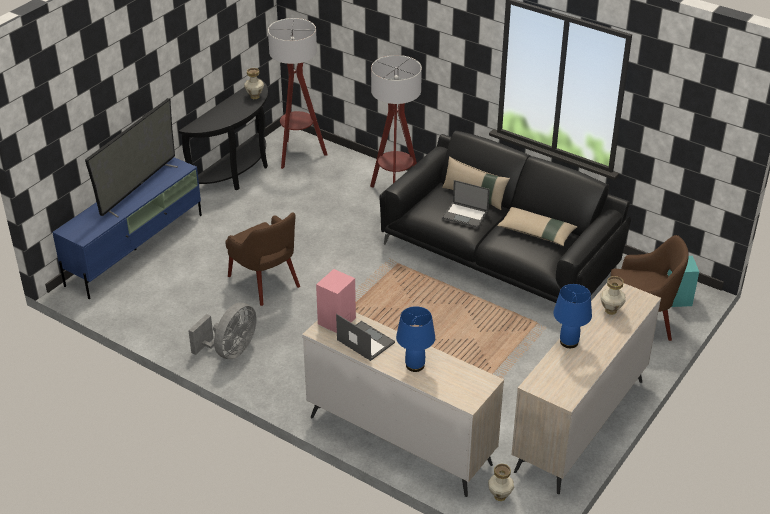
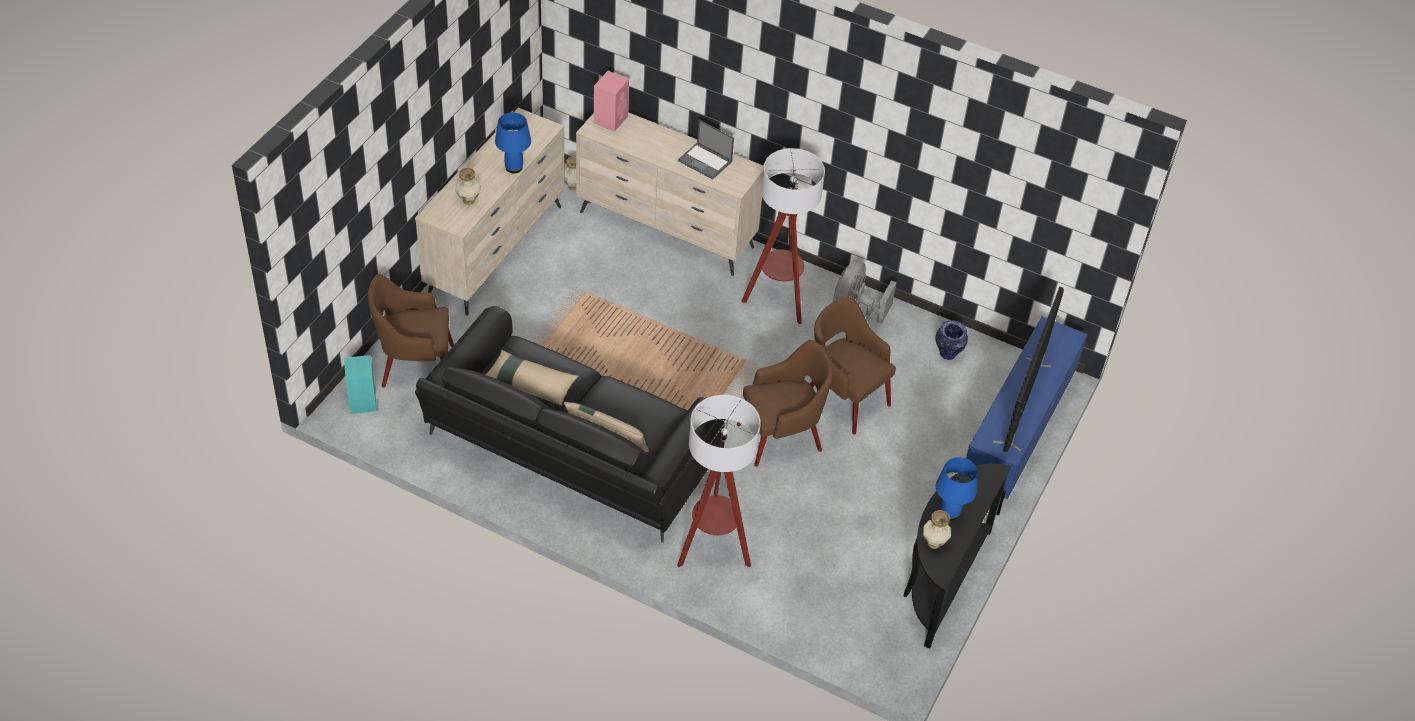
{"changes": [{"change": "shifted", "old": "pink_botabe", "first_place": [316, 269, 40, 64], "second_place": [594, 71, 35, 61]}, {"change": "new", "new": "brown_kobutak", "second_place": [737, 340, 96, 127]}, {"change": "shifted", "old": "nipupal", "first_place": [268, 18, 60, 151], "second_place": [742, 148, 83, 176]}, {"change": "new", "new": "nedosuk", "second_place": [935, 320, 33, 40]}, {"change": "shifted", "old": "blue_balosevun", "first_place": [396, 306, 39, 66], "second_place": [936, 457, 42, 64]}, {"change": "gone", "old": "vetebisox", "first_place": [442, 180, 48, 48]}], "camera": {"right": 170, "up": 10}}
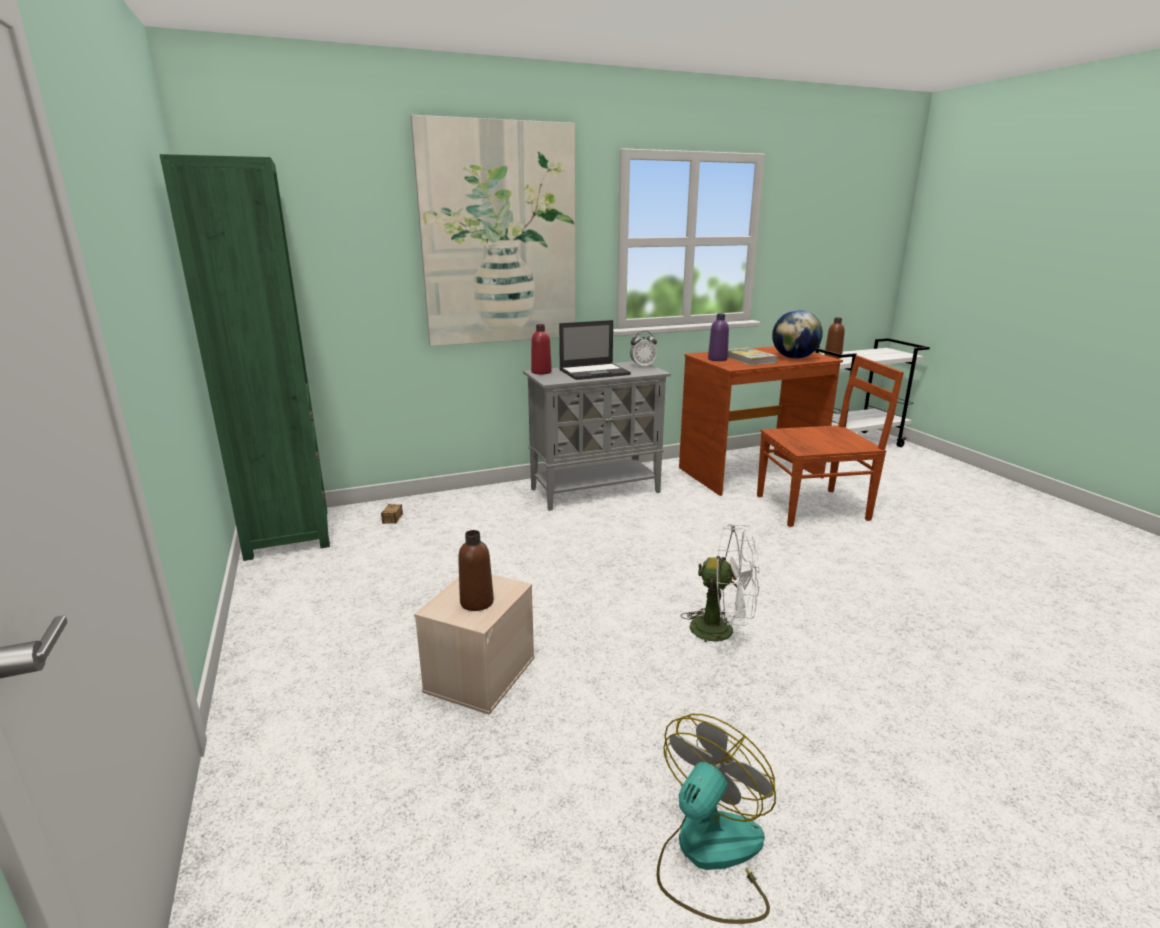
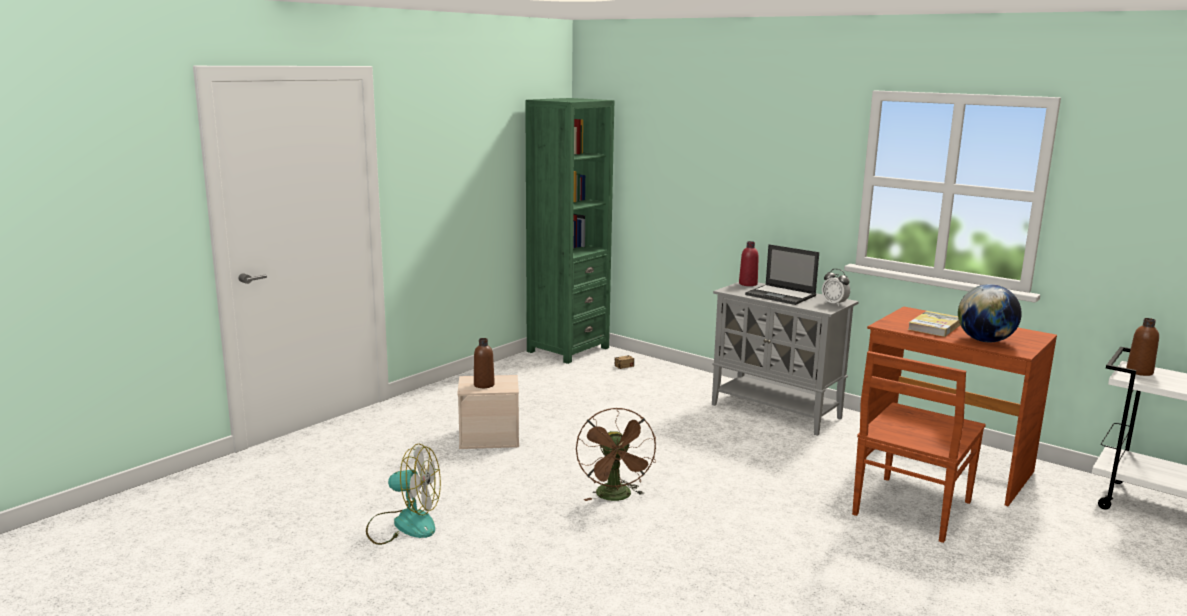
{"changes": [{"change": "repainted", "old": "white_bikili", "new": "brown_bikili", "first_place": [680, 524, 79, 130], "second_place": [576, 408, 80, 93]}, {"change": "rotated", "old": "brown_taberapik", "first_place": [757, 356, 147, 171], "second_place": [852, 351, 134, 192], "degrees": 75}, {"change": "gone", "old": "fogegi", "first_place": [411, 115, 164, 231]}, {"change": "gone", "old": "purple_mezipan", "first_place": [708, 313, 21, 48]}], "camera": {"right": 60, "up": -5}}
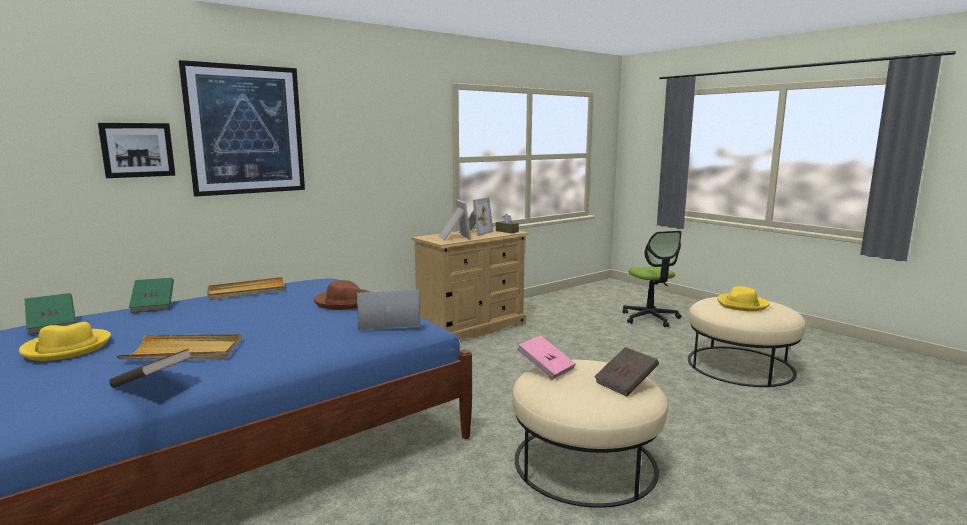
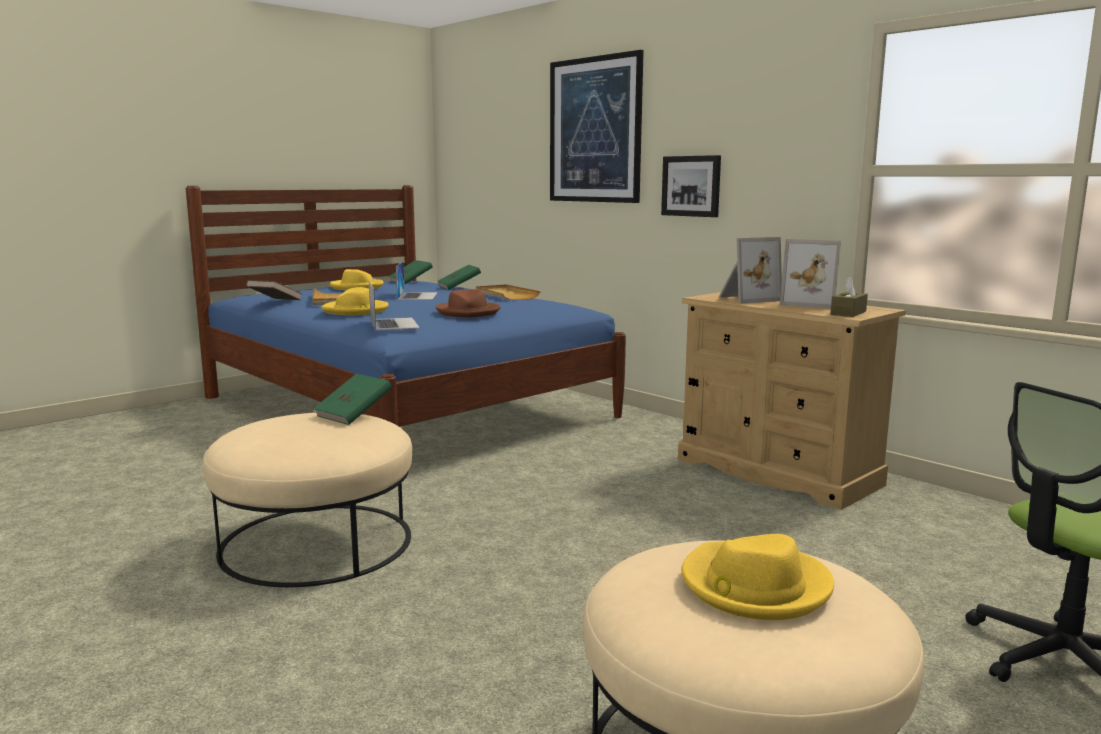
{"changes": [{"change": "repainted", "old": "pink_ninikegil", "new": "green_ninikegil", "first_place": [517, 335, 59, 45], "second_place": [313, 373, 79, 52]}, {"change": "new", "new": "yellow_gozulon", "second_place": [321, 287, 68, 28]}, {"change": "new", "new": "vetebisox", "second_place": [396, 262, 42, 38]}, {"change": "shifted", "old": "fogegi", "first_place": [98, 123, 77, 55], "second_place": [661, 155, 60, 62]}, {"change": "gone", "old": "brown_ninikegil", "first_place": [594, 347, 65, 50]}], "camera": {"right": 85, "up": 0}}
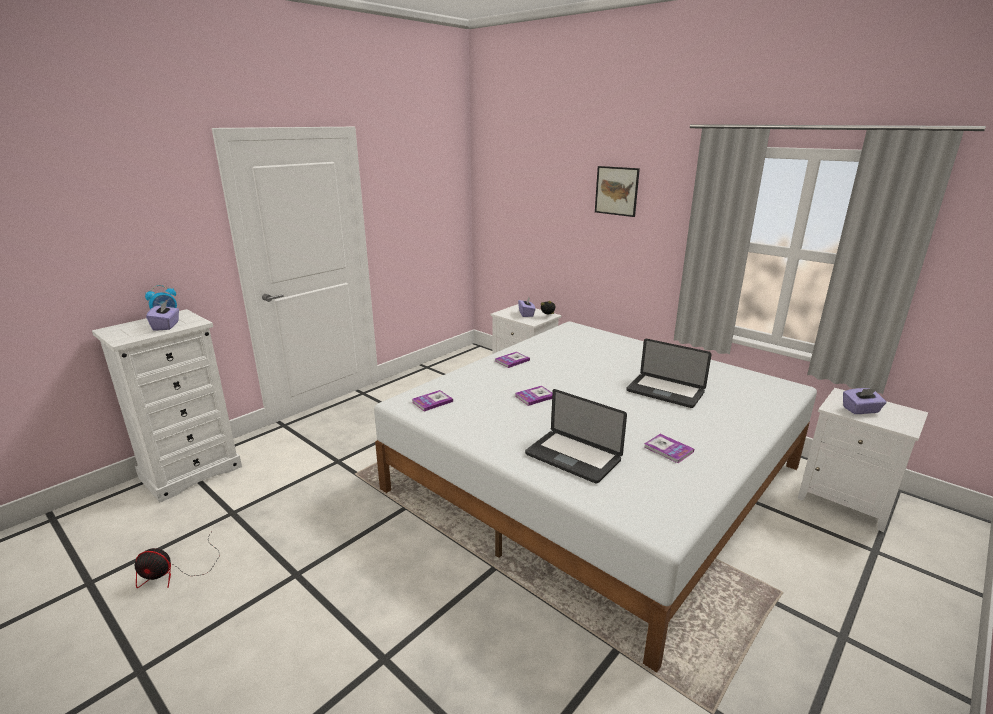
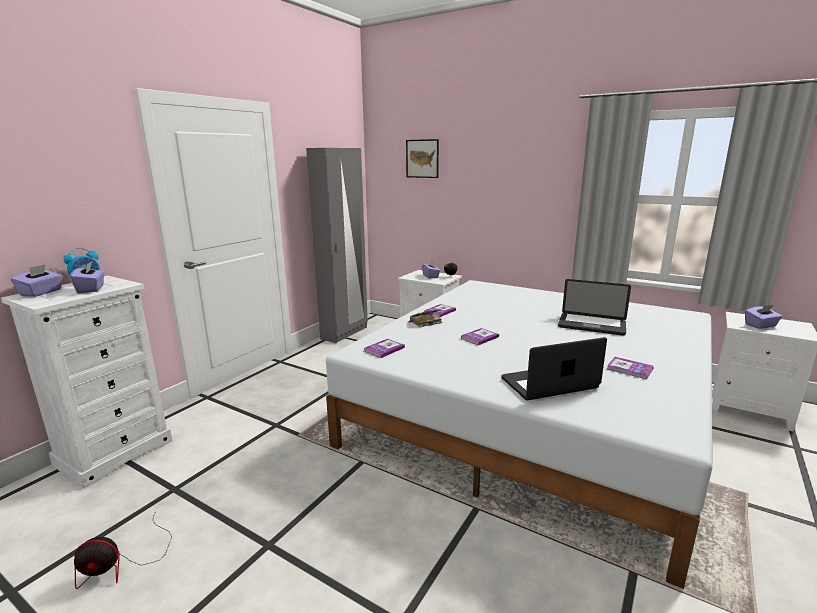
{"changes": [{"change": "new", "new": "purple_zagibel", "second_place": [11, 264, 52, 33]}, {"change": "new", "new": "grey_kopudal", "second_place": [306, 148, 62, 195]}, {"change": "shifted", "old": "fogegi", "first_place": [595, 166, 45, 51], "second_place": [406, 139, 33, 39]}, {"change": "new", "new": "ninikegil", "second_place": [407, 309, 35, 18]}, {"change": "rotated", "old": "vetebisox", "first_place": [525, 389, 102, 95], "second_place": [502, 337, 105, 63], "degrees": 135}], "camera": {"right": -10, "up": -5}}
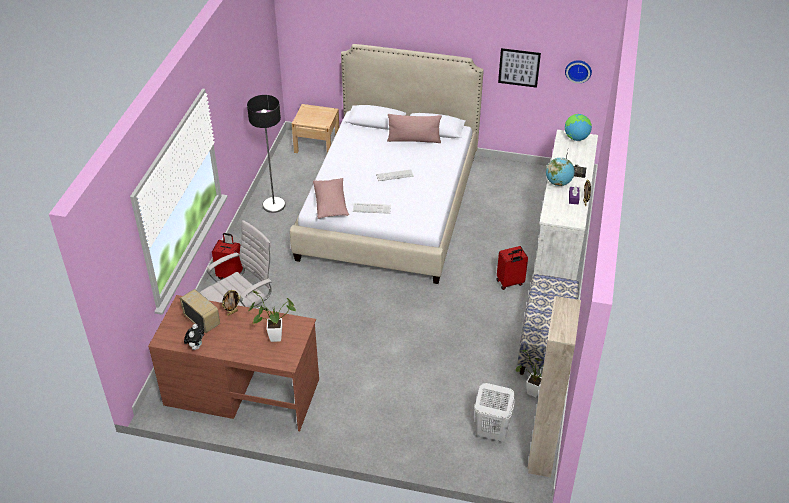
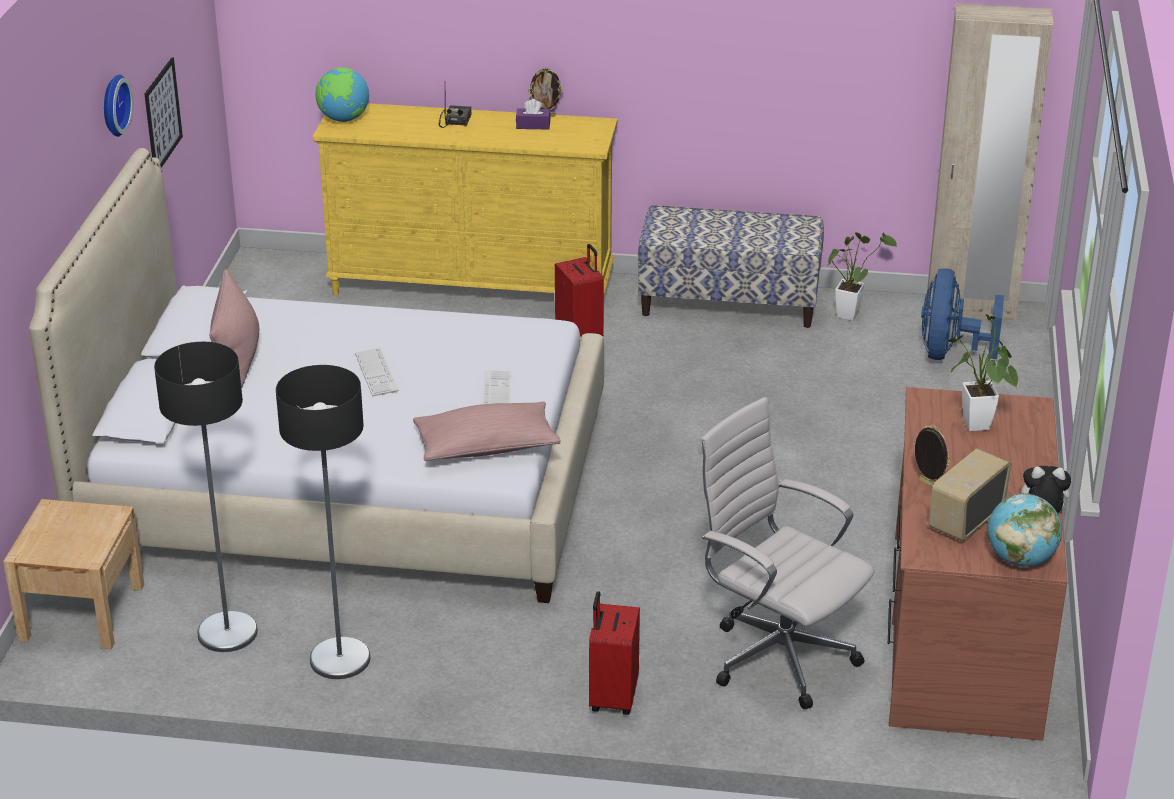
{"changes": [{"change": "shifted", "old": "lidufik", "first_place": [565, 60, 27, 23], "second_place": [104, 75, 29, 62]}, {"change": "new", "new": "nipupal", "second_place": [154, 342, 104, 310]}, {"change": "repainted", "old": "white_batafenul", "new": "yellow_batafenul", "first_place": [533, 130, 65, 150], "second_place": [313, 103, 305, 192]}, {"change": "swapped", "old": "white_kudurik", "new": "blue_bikili", "first_place": [474, 383, 41, 59], "second_place": [921, 268, 83, 92]}, {"change": "shifted", "old": "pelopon", "first_place": [546, 158, 29, 28], "second_place": [987, 493, 75, 74]}], "camera": {"right": -95, "up": -10}}
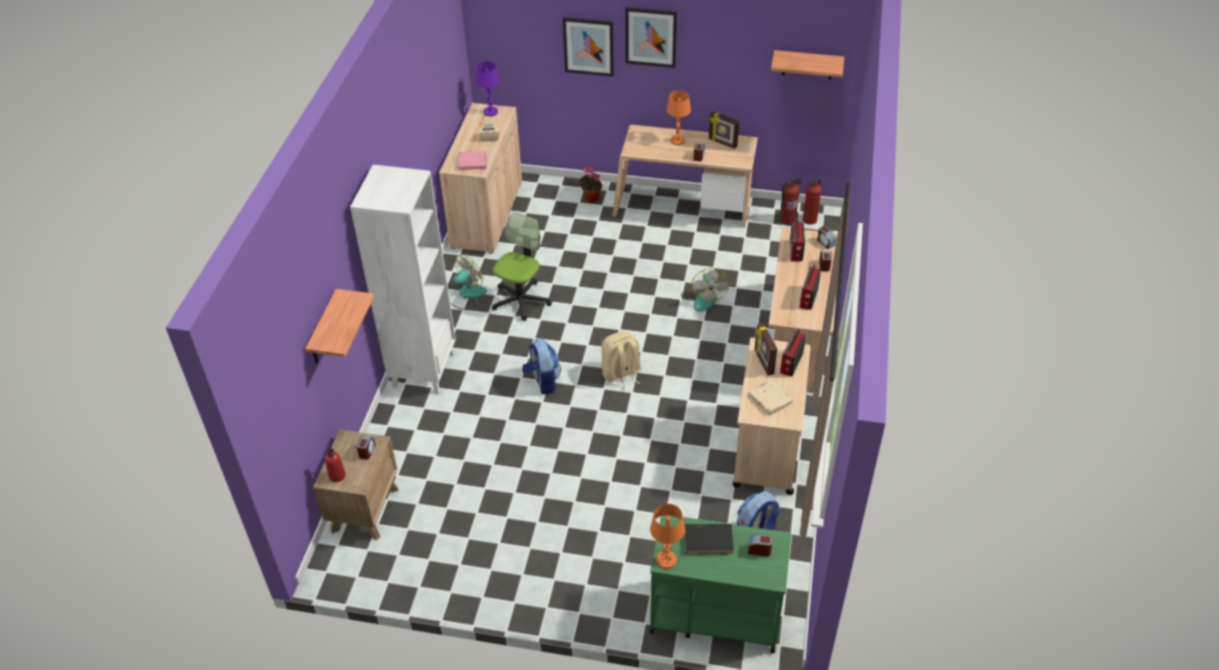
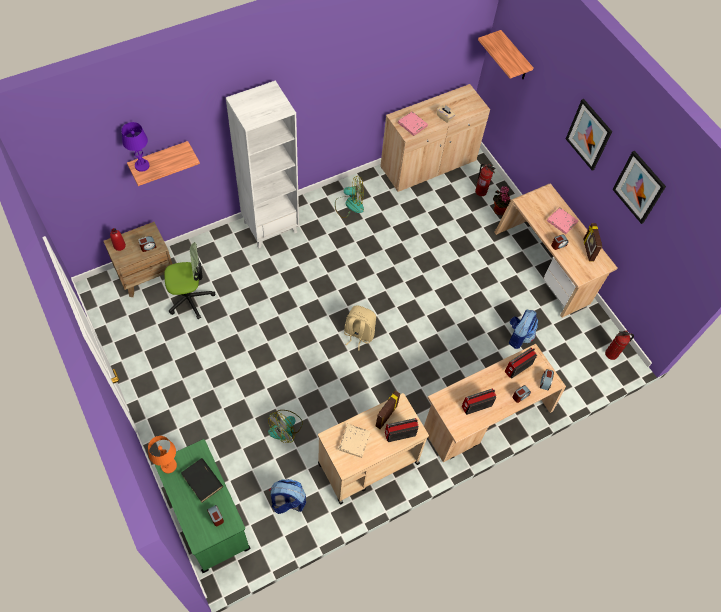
{"changes": [{"change": "shifted", "old": "purple_balosevun", "first_place": [476, 61, 24, 55], "second_place": [122, 122, 28, 50]}, {"change": "shifted", "old": "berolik", "first_place": [492, 212, 60, 109], "second_place": [164, 242, 51, 77]}, {"change": "shifted", "old": "bikili", "first_place": [681, 268, 48, 44], "second_place": [268, 410, 35, 33]}, {"change": "shifted", "old": "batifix", "first_place": [780, 177, 22, 48], "second_place": [475, 164, 21, 32]}, {"change": "shifted", "old": "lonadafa", "first_place": [771, 50, 73, 29], "second_place": [478, 30, 55, 49]}, {"change": "shifted", "old": "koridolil", "first_place": [522, 338, 39, 56], "second_place": [509, 310, 29, 39]}, {"change": "swapped", "old": "orange_balosevun", "new": "pink_ninikegil", "first_place": [667, 90, 24, 55], "second_place": [547, 207, 31, 27]}, {"change": "shifted", "old": "fogegi", "first_place": [563, 17, 51, 60], "second_place": [612, 151, 54, 73]}], "camera": {"right": 45, "up": 15}}
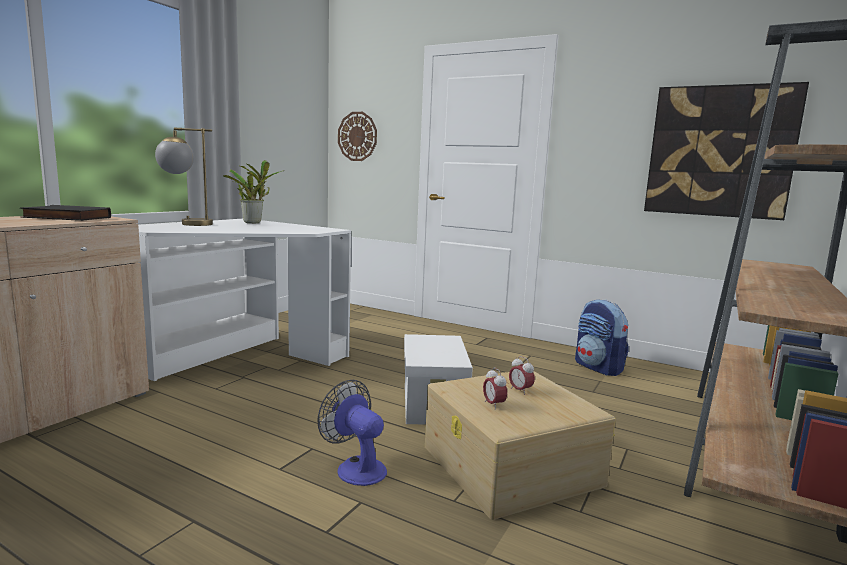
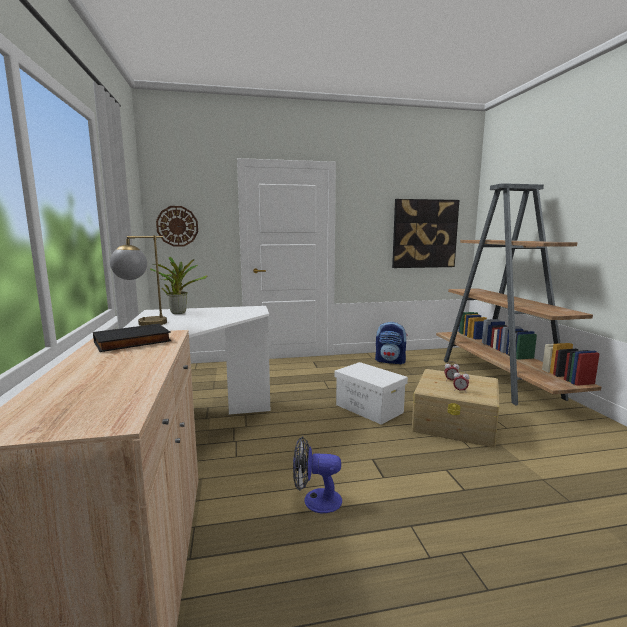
{"changes": [{"change": "shifted", "old": "bikili", "first_place": [318, 380, 69, 106], "second_place": [293, 437, 49, 76]}], "camera": {"right": -40, "up": 0}}
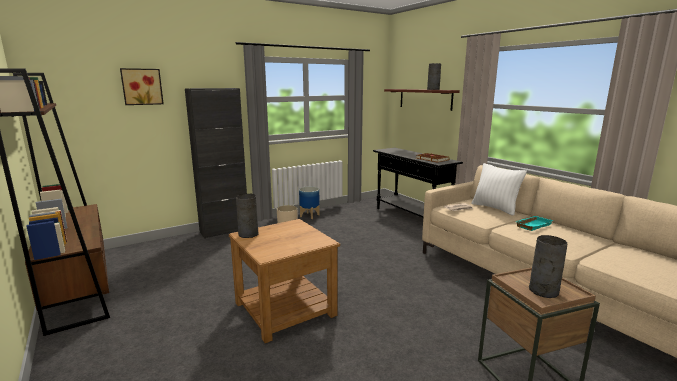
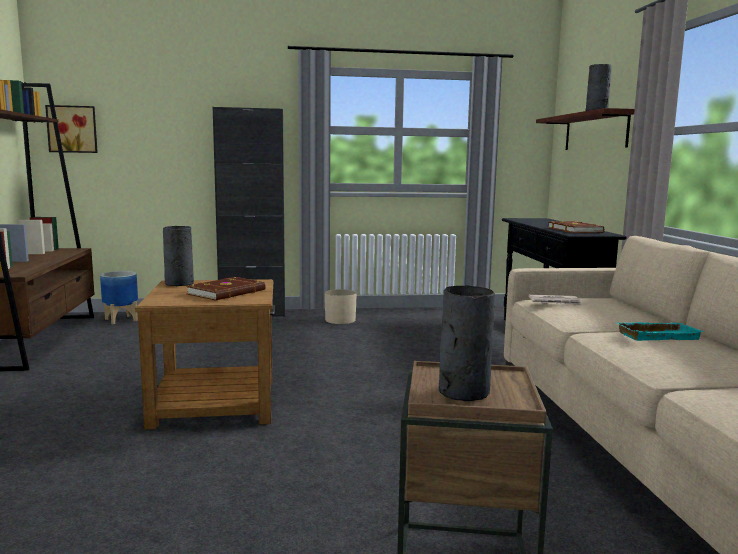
{"changes": [{"change": "shifted", "old": "fogegi", "first_place": [120, 68, 44, 37], "second_place": [45, 105, 53, 48]}, {"change": "shifted", "old": "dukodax", "first_place": [299, 187, 21, 32], "second_place": [100, 271, 38, 53]}, {"change": "new", "new": "brown_ninikegil", "second_place": [186, 277, 80, 24]}, {"change": "gone", "old": "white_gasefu", "first_place": [471, 163, 56, 53]}], "camera": {"right": 25, "up": -5}}
